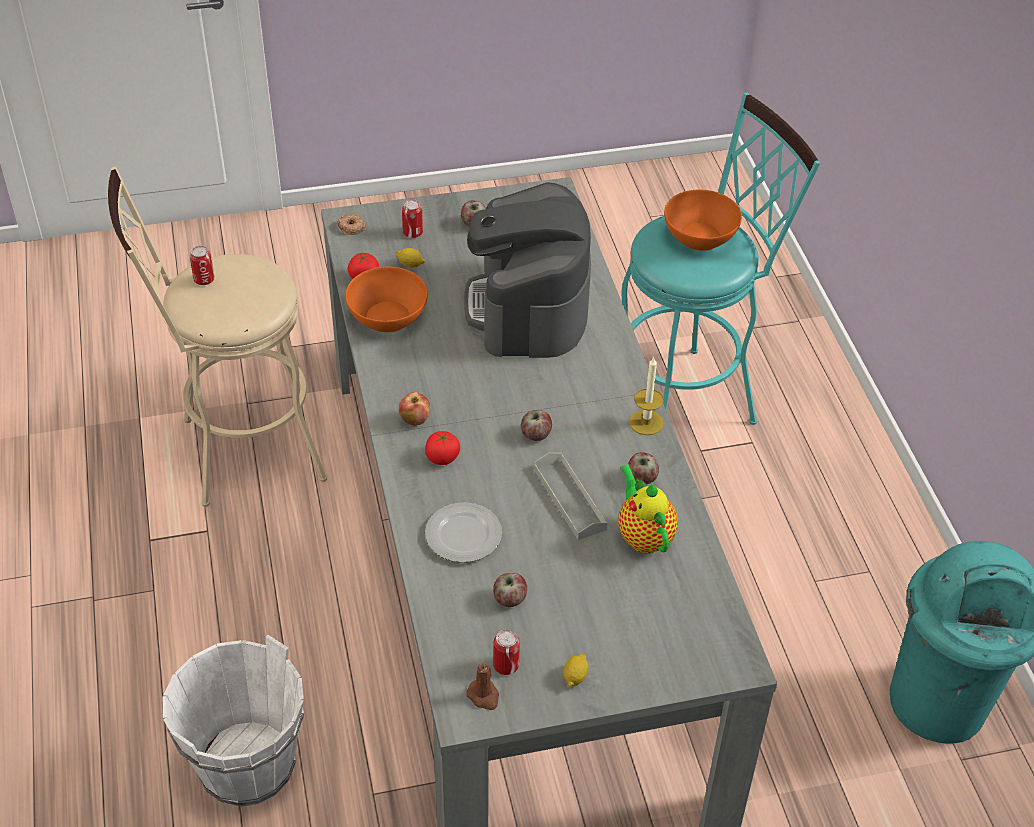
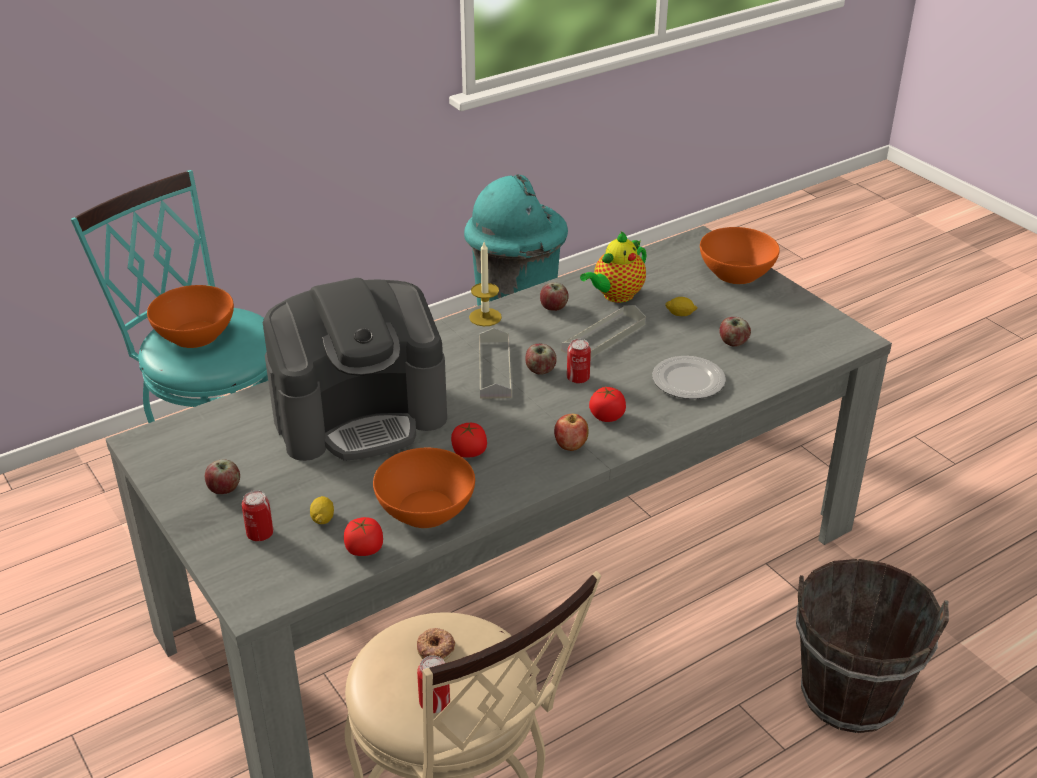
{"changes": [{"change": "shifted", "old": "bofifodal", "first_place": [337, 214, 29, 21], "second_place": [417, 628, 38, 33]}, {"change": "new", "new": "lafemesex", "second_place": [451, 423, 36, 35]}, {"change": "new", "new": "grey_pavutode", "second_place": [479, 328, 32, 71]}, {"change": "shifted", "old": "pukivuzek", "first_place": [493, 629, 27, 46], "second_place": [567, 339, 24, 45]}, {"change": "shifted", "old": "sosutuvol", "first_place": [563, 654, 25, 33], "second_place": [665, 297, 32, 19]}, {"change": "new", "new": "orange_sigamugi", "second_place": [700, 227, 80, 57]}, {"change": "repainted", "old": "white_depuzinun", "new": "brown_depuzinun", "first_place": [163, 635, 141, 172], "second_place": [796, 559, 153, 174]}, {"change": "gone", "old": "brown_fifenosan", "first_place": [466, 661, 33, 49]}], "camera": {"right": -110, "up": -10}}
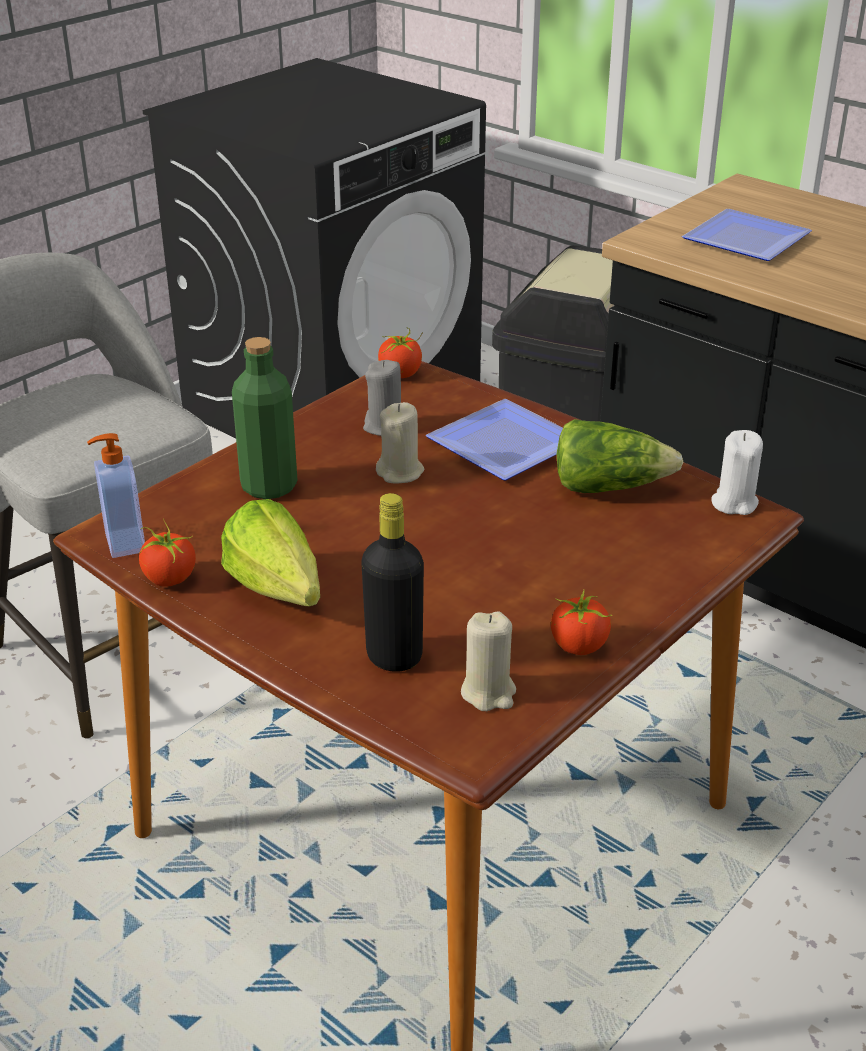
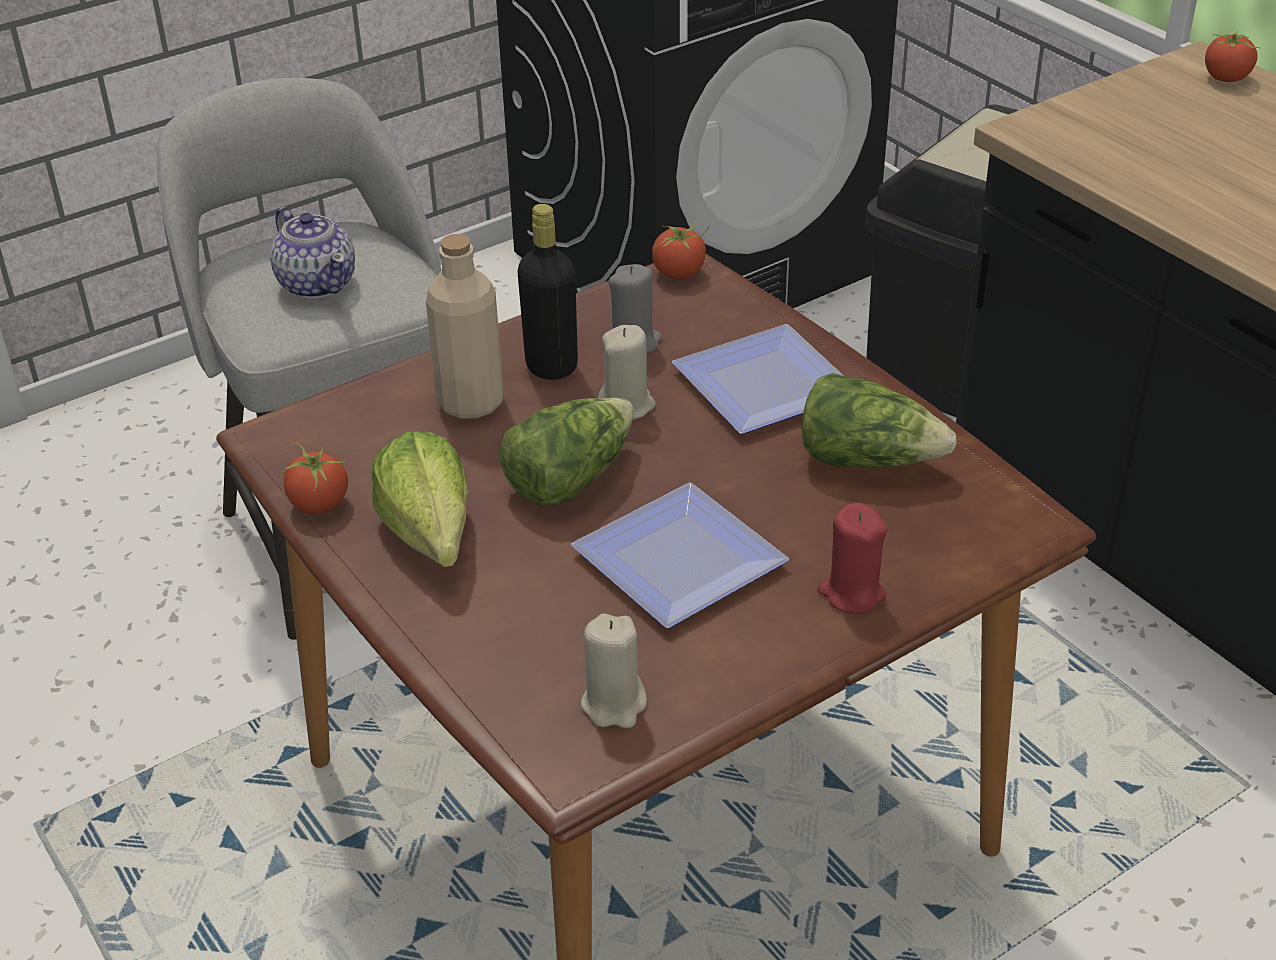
{"changes": [{"change": "new", "new": "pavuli", "second_place": [270, 207, 85, 92]}, {"change": "repainted", "old": "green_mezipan", "new": "beige_mezipan", "first_place": [232, 337, 65, 162], "second_place": [426, 234, 77, 185]}, {"change": "new", "new": "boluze", "second_place": [499, 398, 135, 108]}, {"change": "shifted", "old": "black_mezipan", "first_place": [361, 493, 63, 179], "second_place": [517, 204, 61, 176]}, {"change": "shifted", "old": "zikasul", "first_place": [682, 209, 130, 52], "second_place": [571, 483, 218, 145]}, {"change": "new", "new": "red_fifenosan", "second_place": [817, 503, 70, 111]}, {"change": "shifted", "old": "lafemesex", "first_place": [551, 589, 61, 66], "second_place": [1205, 30, 55, 52]}, {"change": "gone", "old": "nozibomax", "first_place": [87, 433, 58, 125]}, {"change": "gone", "old": "white_fifenosan", "first_place": [711, 430, 52, 85]}], "camera": {"right": 15, "up": 5}}
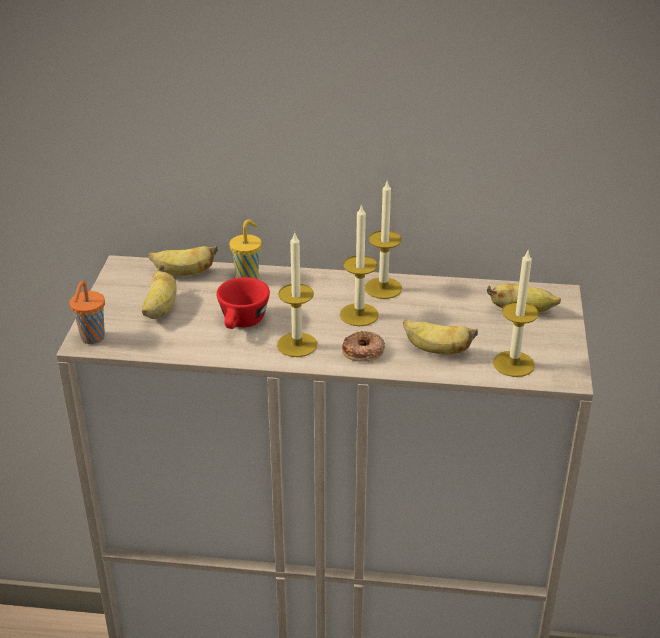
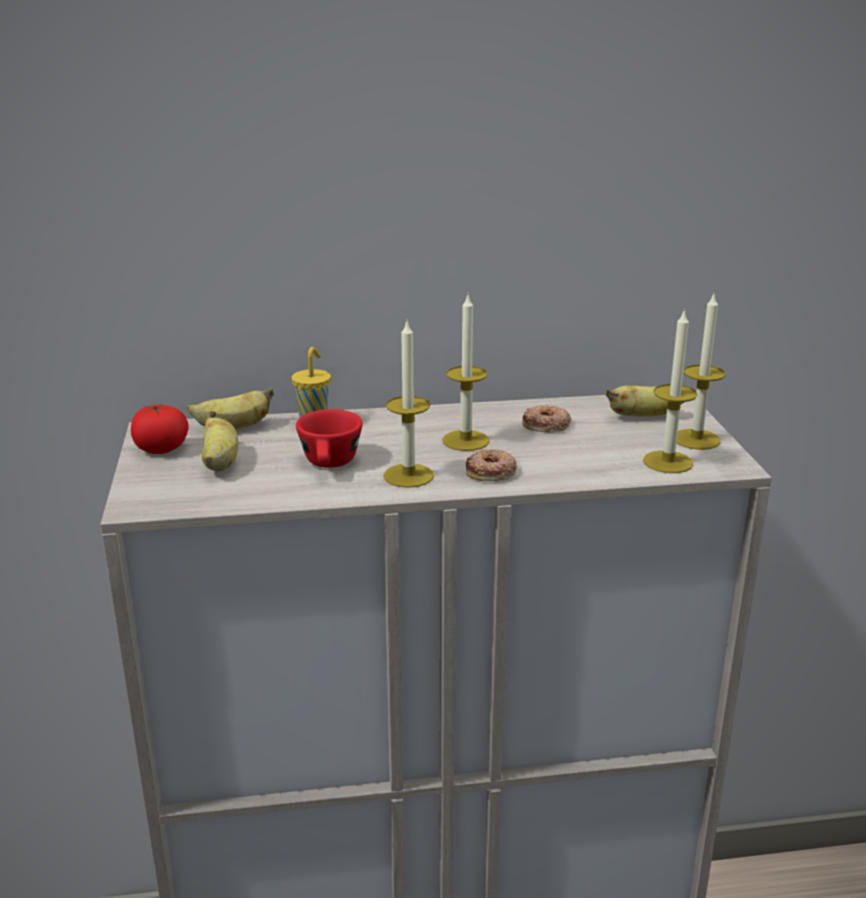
{"changes": [{"change": "new", "new": "lafemesex", "second_place": [131, 404, 58, 50]}, {"change": "new", "new": "bofifodal", "second_place": [522, 404, 49, 28]}, {"change": "shifted", "old": "fifenosan", "first_place": [365, 179, 37, 120], "second_place": [676, 294, 49, 156]}, {"change": "gone", "old": "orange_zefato", "first_place": [69, 281, 36, 63]}, {"change": "gone", "old": "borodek", "first_place": [403, 320, 75, 35]}], "camera": {"right": -15, "up": -10}}
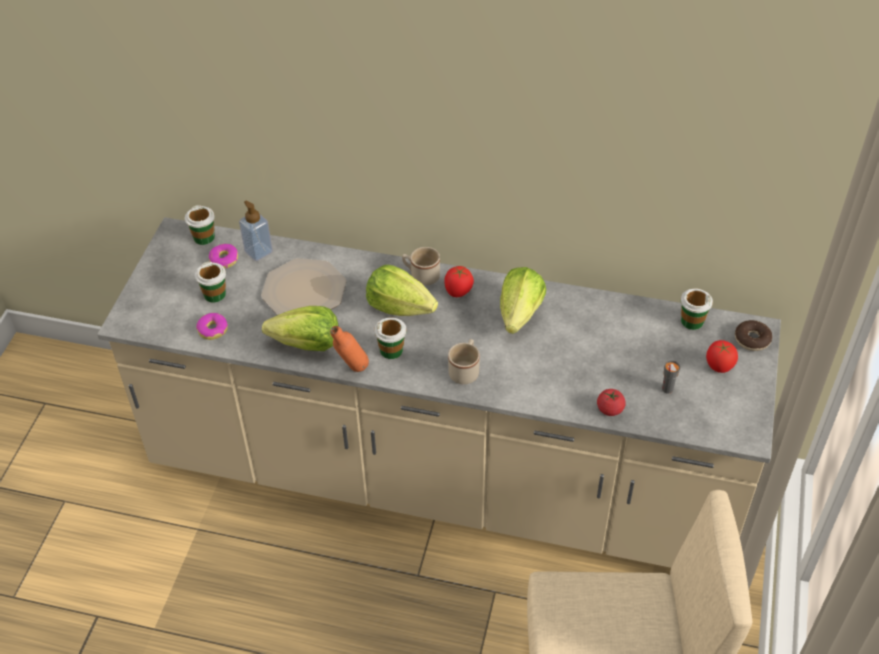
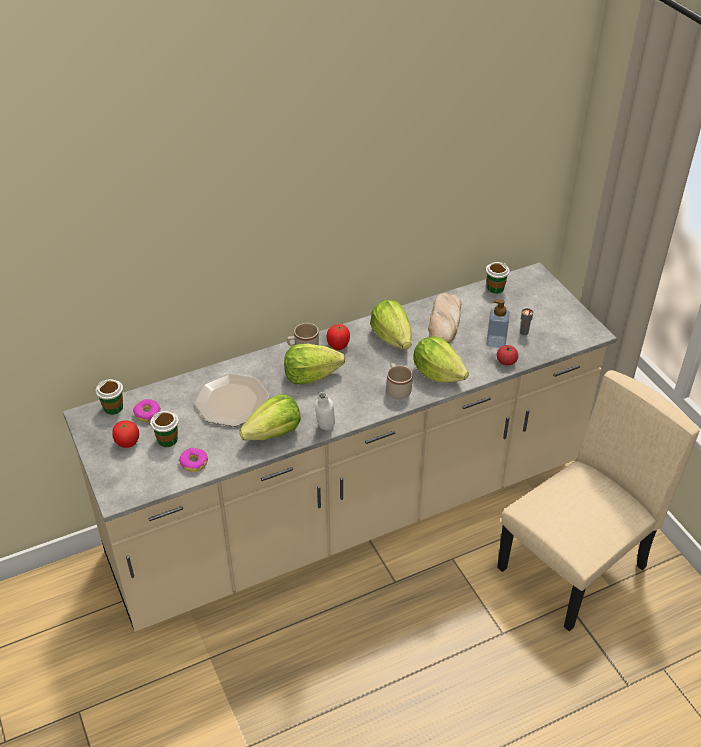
{"changes": [{"change": "shifted", "old": "lafemesex", "first_place": [706, 340, 32, 33], "second_place": [112, 421, 27, 27]}, {"change": "repainted", "old": "orange_mezipan", "new": "white_mezipan", "first_place": [330, 326, 39, 46], "second_place": [315, 392, 20, 39]}, {"change": "new", "new": "boluze", "second_place": [414, 336, 55, 47]}, {"change": "new", "new": "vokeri", "second_place": [428, 293, 33, 50]}, {"change": "shifted", "old": "nozibomax", "first_place": [239, 200, 34, 61], "second_place": [486, 299, 24, 49]}, {"change": "gone", "old": "zefato", "first_place": [374, 317, 33, 42]}, {"change": "gone", "old": "bofifodal", "first_place": [735, 320, 37, 31]}], "camera": {"right": -40, "up": -5}}
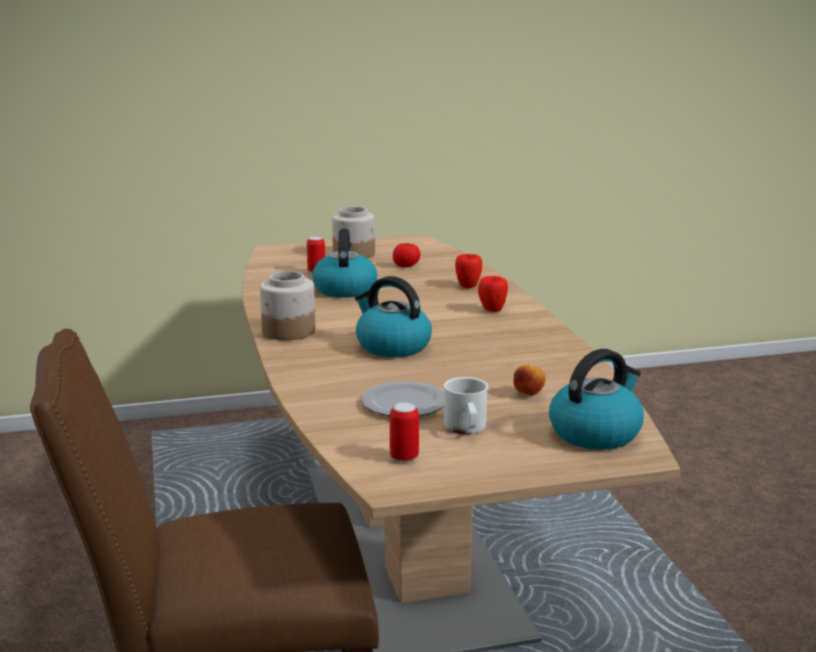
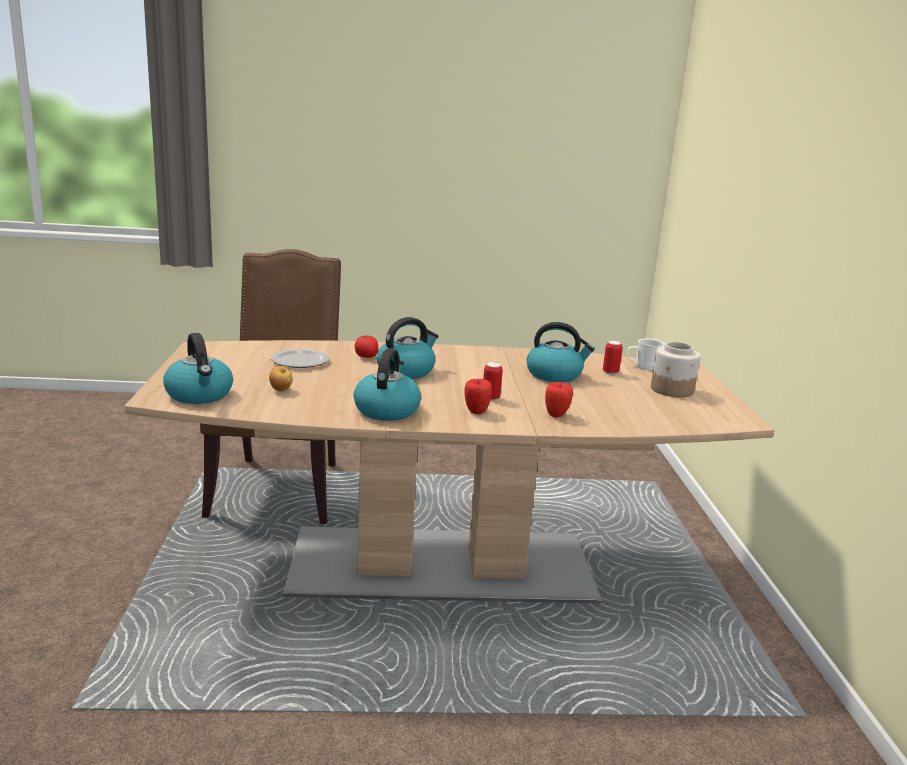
{"changes": [{"change": "new", "new": "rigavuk", "second_place": [354, 348, 67, 73]}, {"change": "shifted", "old": "lafemesex", "first_place": [393, 243, 27, 24], "second_place": [355, 335, 24, 23]}, {"change": "shifted", "old": "pukivuzek", "first_place": [390, 403, 29, 59], "second_place": [483, 362, 20, 38]}, {"change": "shifted", "old": "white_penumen", "first_place": [444, 377, 44, 57], "second_place": [627, 339, 38, 32]}, {"change": "gone", "old": "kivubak", "first_place": [260, 271, 55, 69]}], "camera": {"right": 100, "up": 0}}
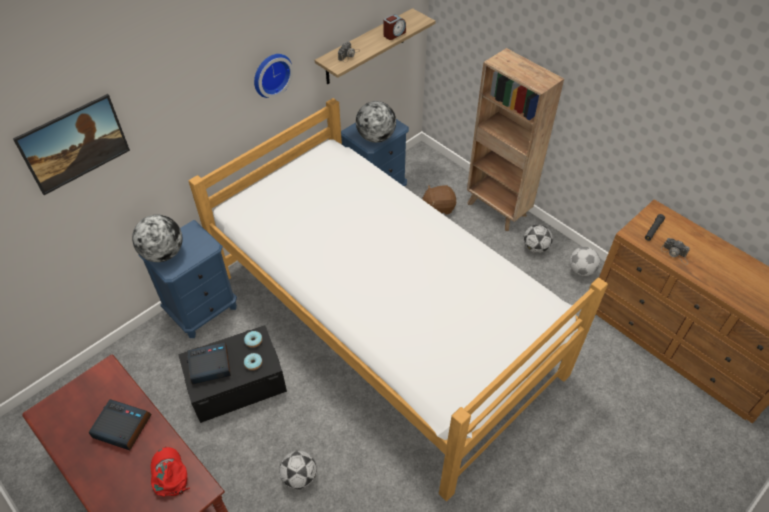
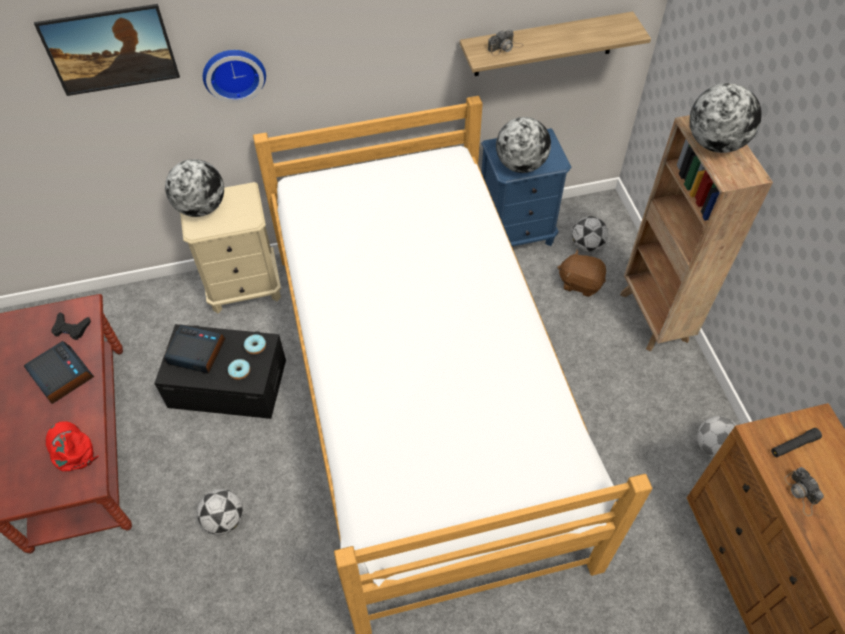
{"changes": [{"change": "rotated", "old": "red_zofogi", "first_place": [151, 447, 39, 50], "second_place": [46, 421, 53, 50], "degrees": -45}, {"change": "new", "new": "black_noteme", "second_place": [51, 312, 40, 28]}, {"change": "repainted", "old": "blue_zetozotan", "new": "beige_zetozotan", "first_place": [139, 220, 98, 118], "second_place": [180, 182, 101, 131]}, {"change": "shifted", "old": "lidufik", "first_place": [254, 54, 39, 44], "second_place": [203, 50, 63, 53]}, {"change": "shifted", "old": "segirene", "first_place": [523, 224, 30, 29], "second_place": [572, 216, 36, 36]}, {"change": "new", "new": "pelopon", "second_place": [689, 83, 73, 70]}, {"change": "gone", "old": "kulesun", "first_place": [384, 14, 22, 26]}], "camera": {"right": 30, "up": 5}}
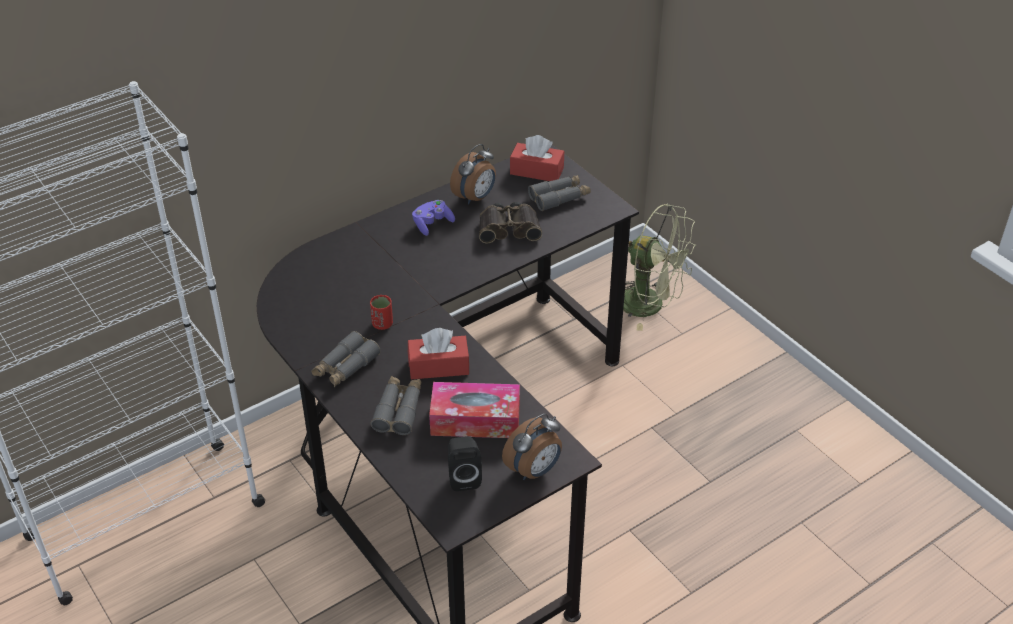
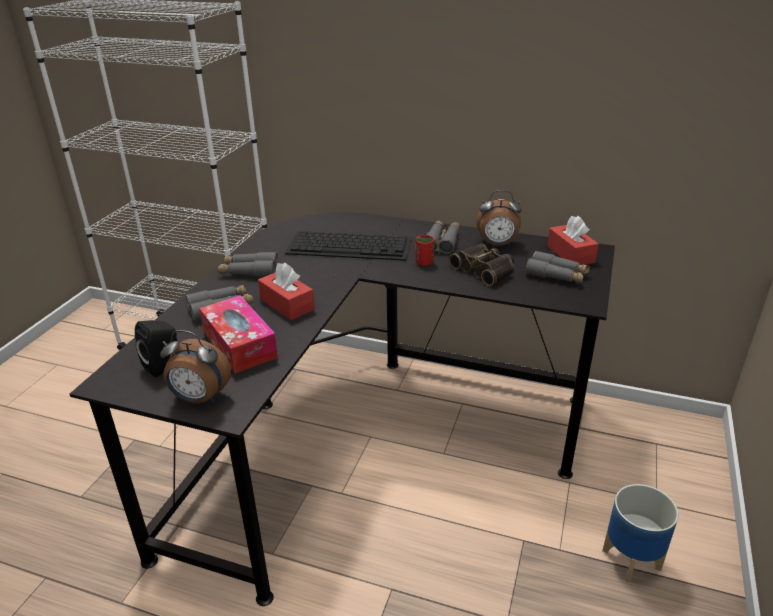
{"changes": [{"change": "new", "new": "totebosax", "second_place": [285, 231, 127, 30]}, {"change": "shifted", "old": "red_zefato", "first_place": [370, 295, 23, 35], "second_place": [415, 235, 19, 31]}, {"change": "swapped", "old": "purple_noteme", "new": "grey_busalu", "first_place": [412, 200, 43, 36], "second_place": [426, 221, 33, 33]}, {"change": "new", "new": "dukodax", "second_place": [602, 484, 76, 99]}, {"change": "gone", "old": "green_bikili", "first_place": [623, 204, 73, 127]}], "camera": {"right": 55, "up": -10}}
